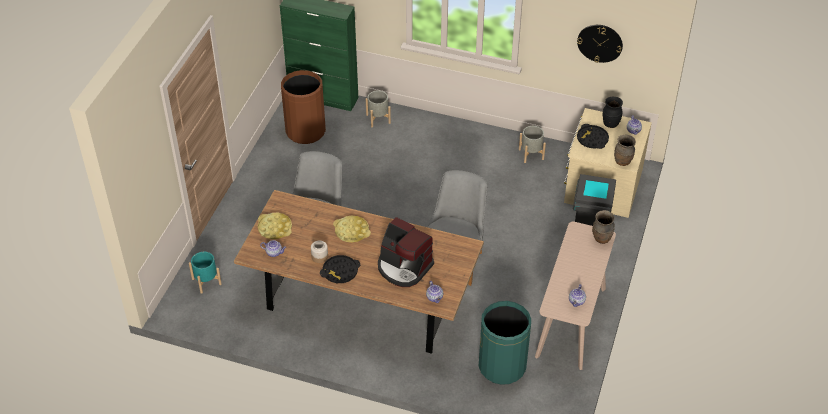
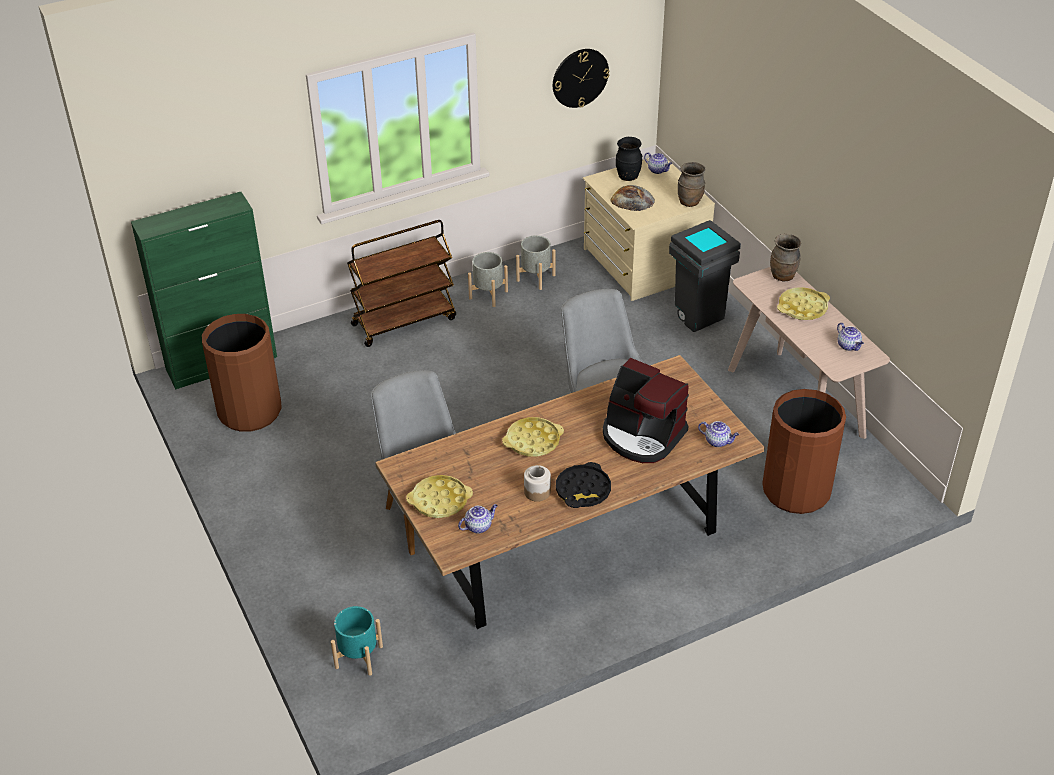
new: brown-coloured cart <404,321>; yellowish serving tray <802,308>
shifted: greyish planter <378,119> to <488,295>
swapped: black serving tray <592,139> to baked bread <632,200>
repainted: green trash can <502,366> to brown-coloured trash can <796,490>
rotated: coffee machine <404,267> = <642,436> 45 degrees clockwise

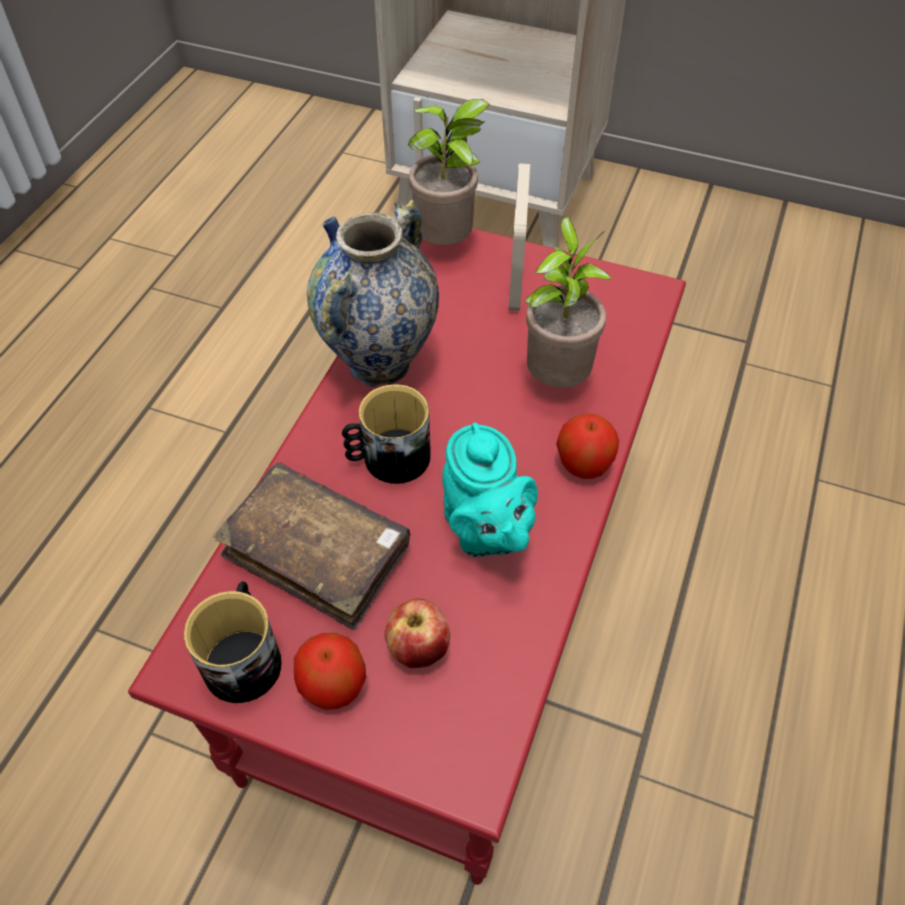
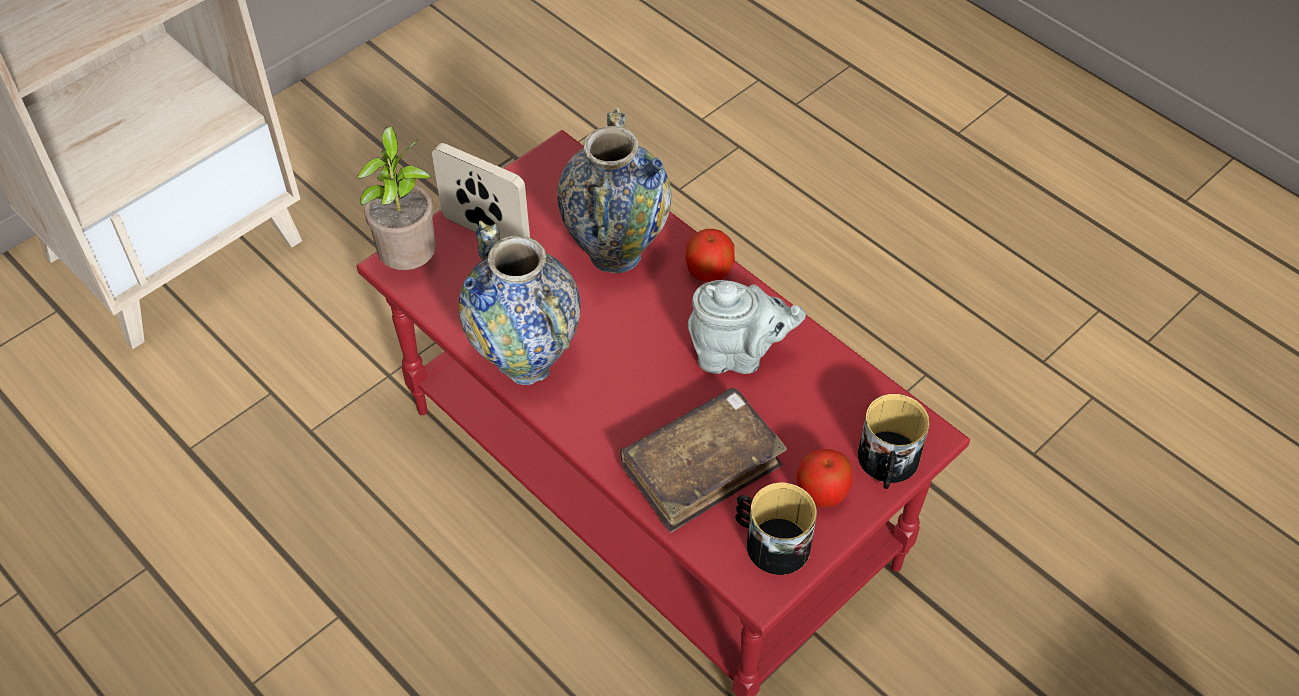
gone: apple fruit <419,649>
shifted: mug <388,458> to <887,463>
swapped: houseplant <557,378> to flower vase <615,252>
repainted: turquoise pot for tea <485,532> to greyish pot for tea <737,355>

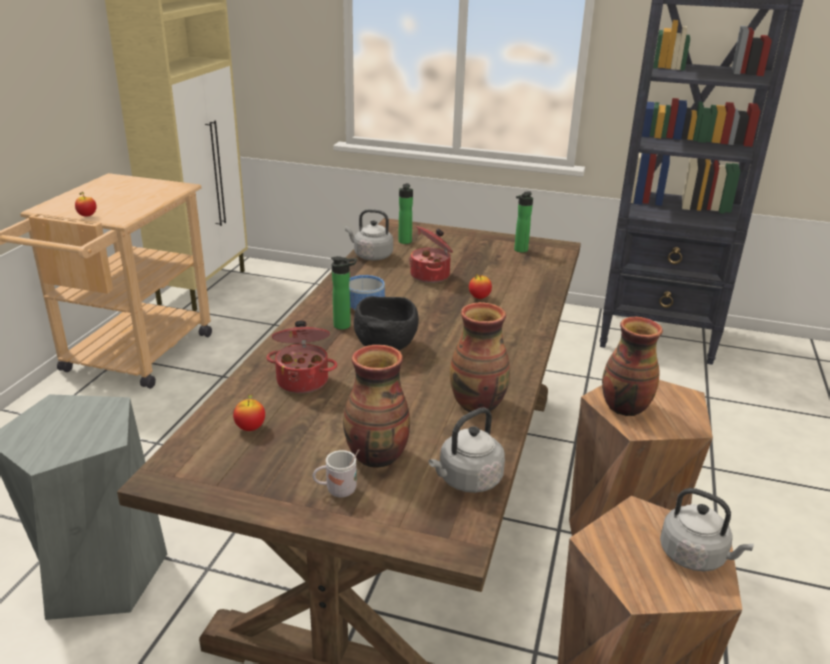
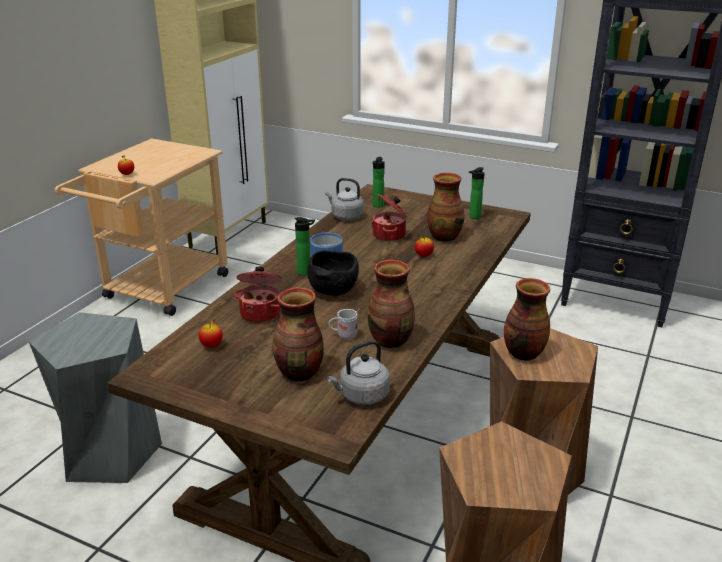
gone: greyish tea kettle <695,556>
new: flower vase <444,237>
shifted: whitish mug <336,490> to <344,336>

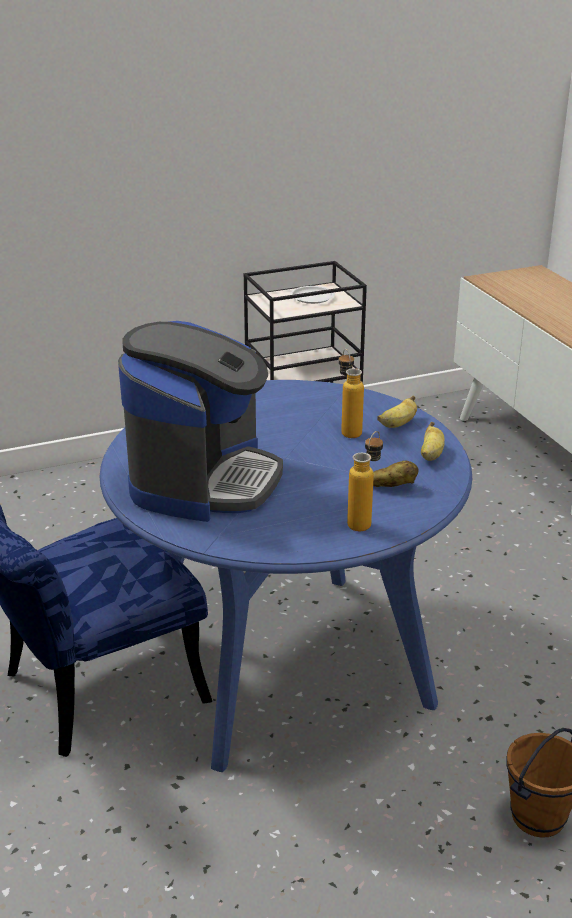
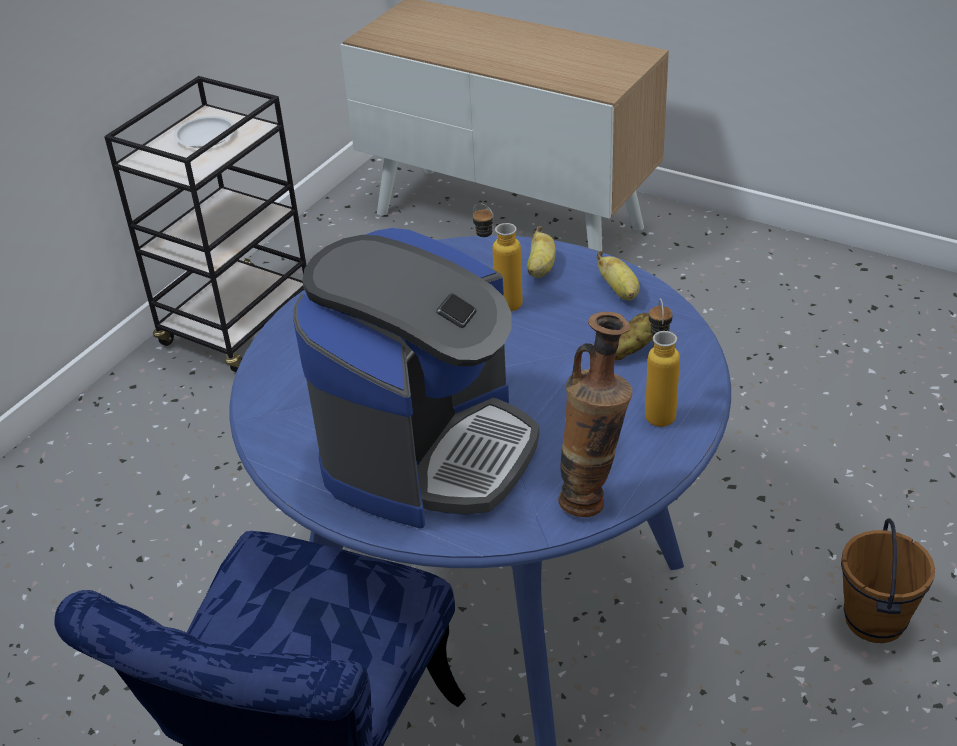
new: flower vase <592,497>
rotated: coffee machine <204,481> = <427,451> 45 degrees clockwise

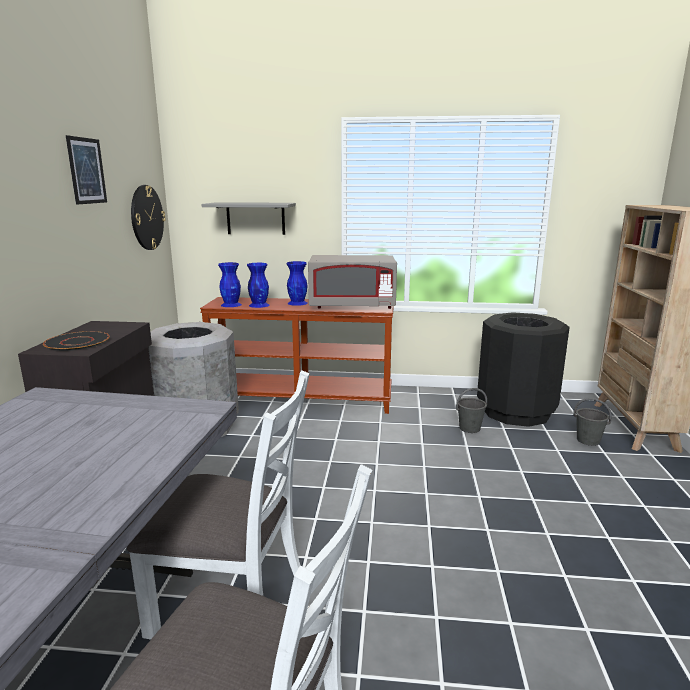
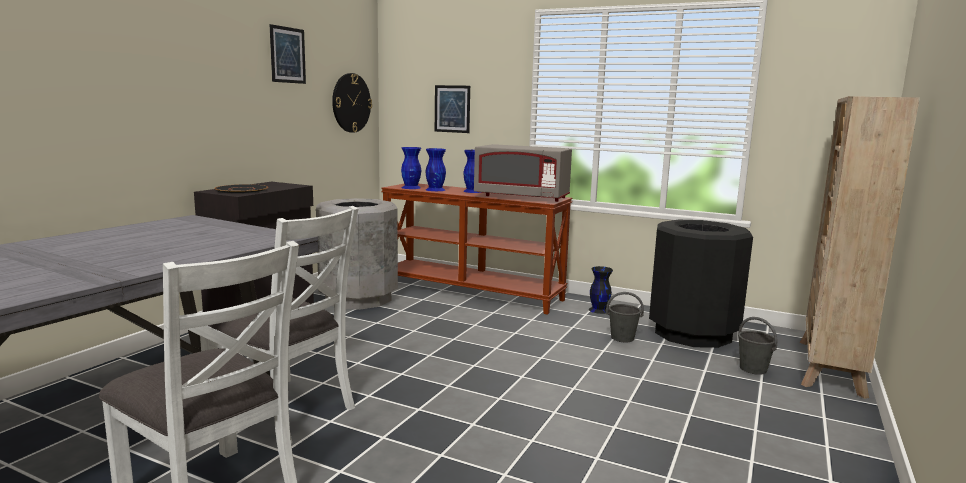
new: black flower vase <598,310>
swapped: greyish bracket shelf <255,218> to picture <452,109>

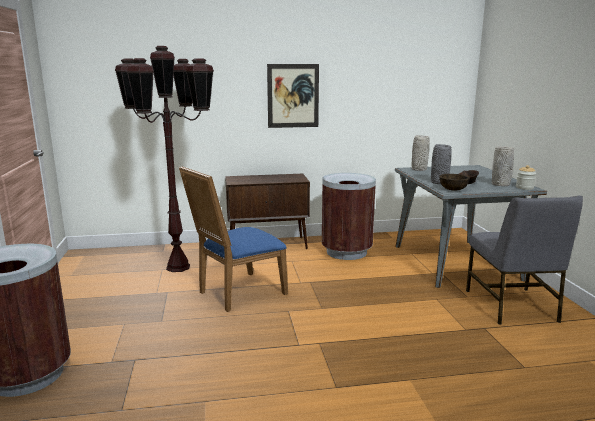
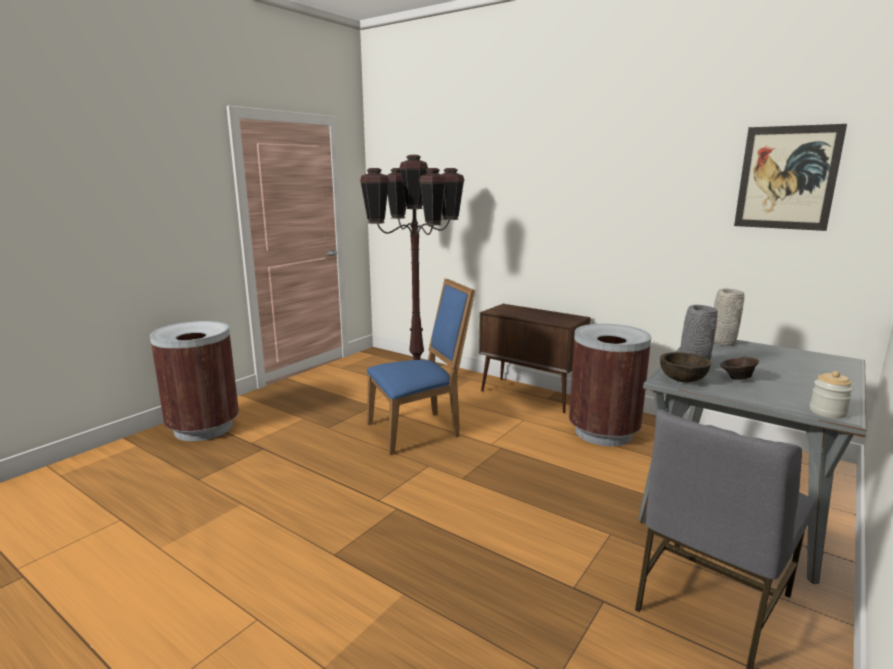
gone: greyish flower vase <501,185>
shifted: picture <293,96> to <787,178>
rotated: blue upright chair <237,293> = <418,430> 150 degrees clockwise

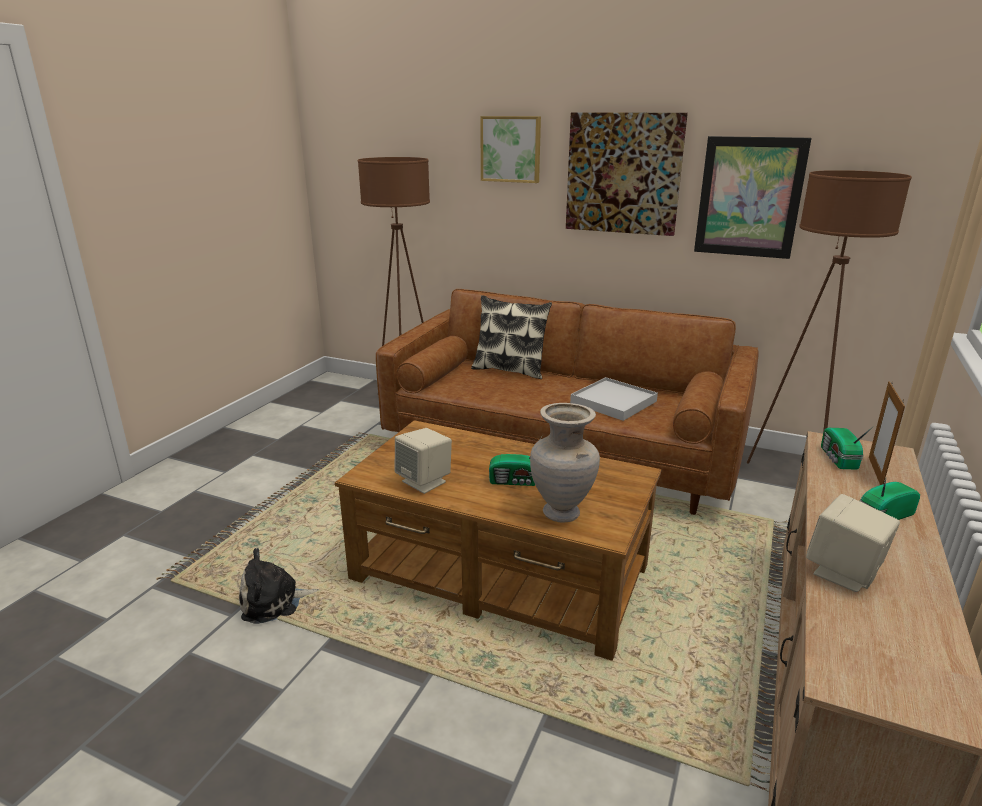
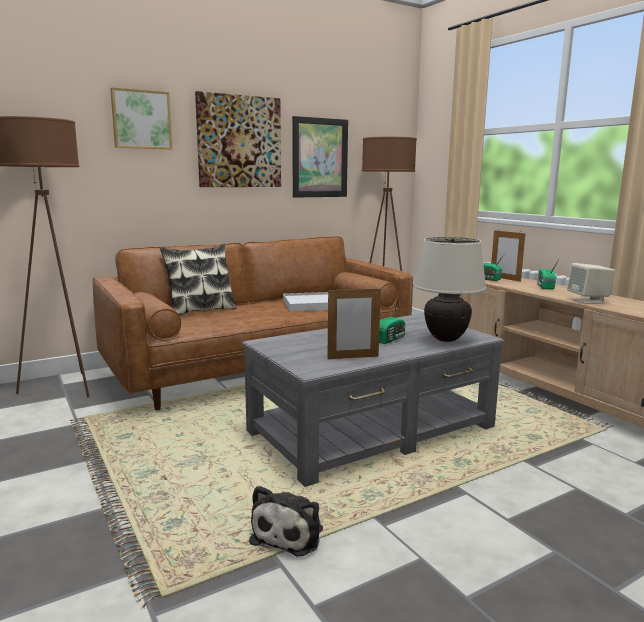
swapped: sand-coloured audio speaker <424,481> to picture frame <353,357>; sand-coloured flower vase <562,513> to sand-coloured tabletop lamp <446,339>
repainted: brown-coloured lounge table <500,574> to greyish lounge table <373,430>

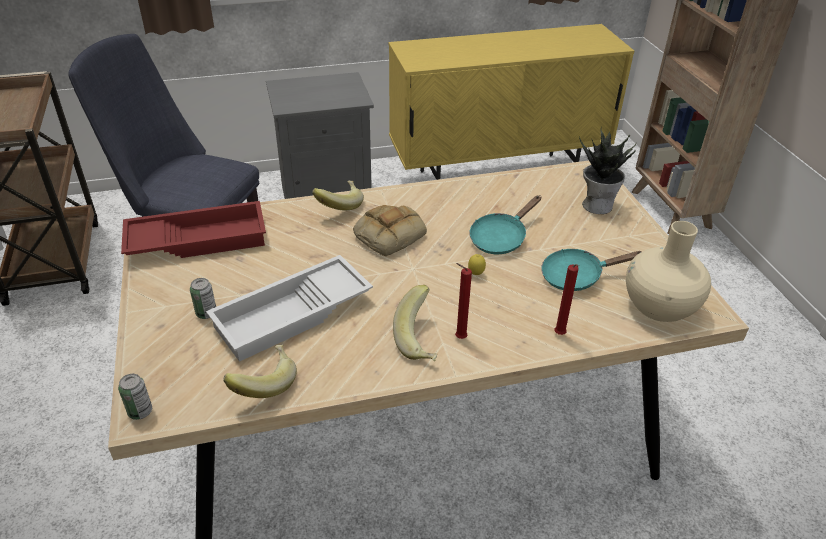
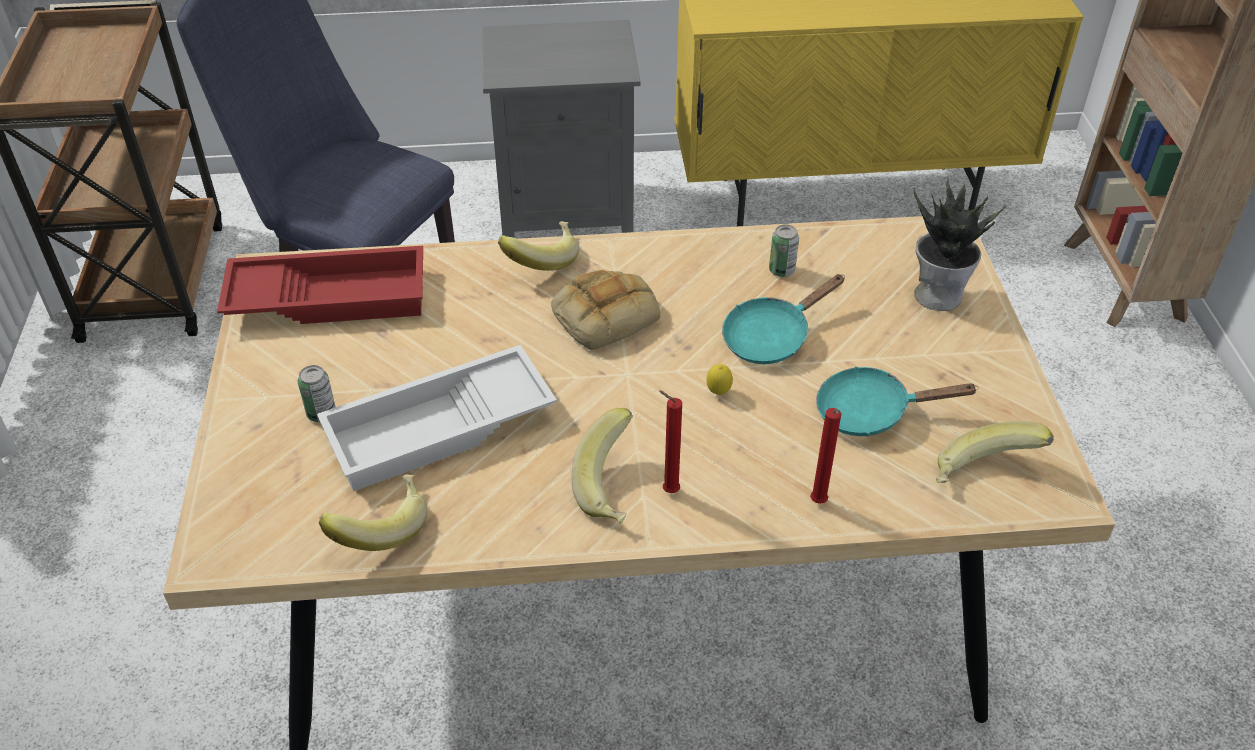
shifted: can <140,411> to <781,270>
swapped: sand-coloured flower vase <659,307> to banana <983,475>

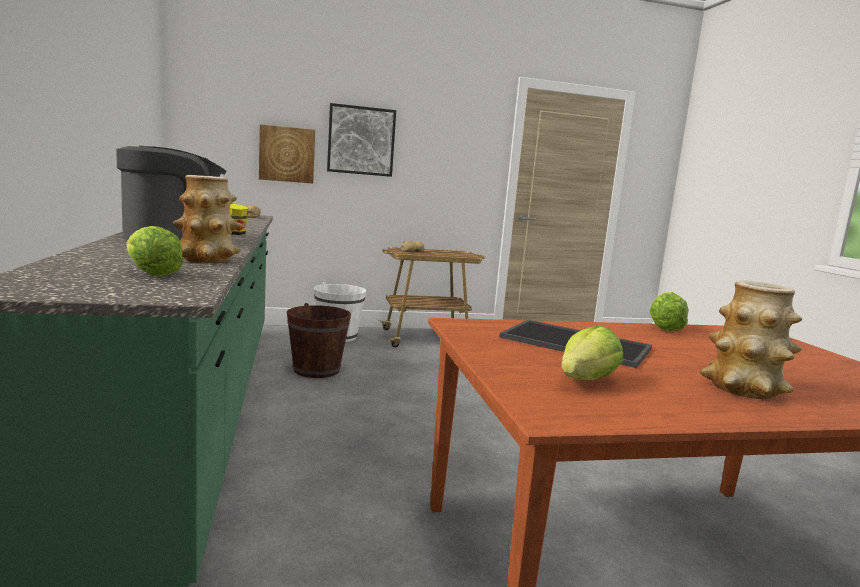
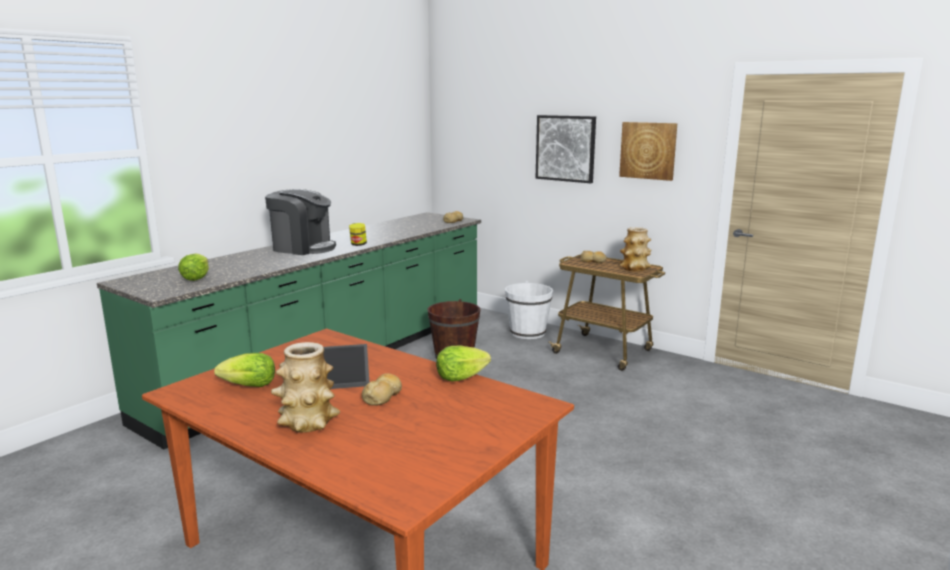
new: baked bread <383,396>
shifted: flower vase <207,259> to <634,269>; picture <287,154> to <648,150>

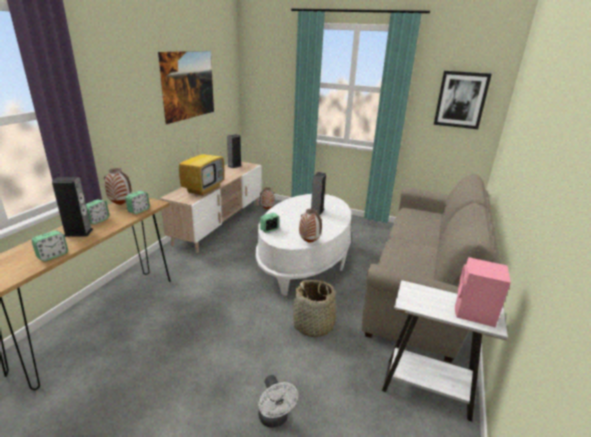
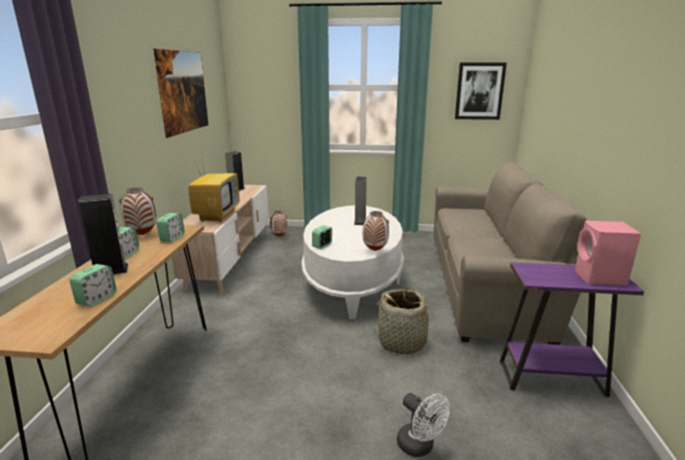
repainted: whitish end table <426,389> to purple-coloured end table <551,378>

